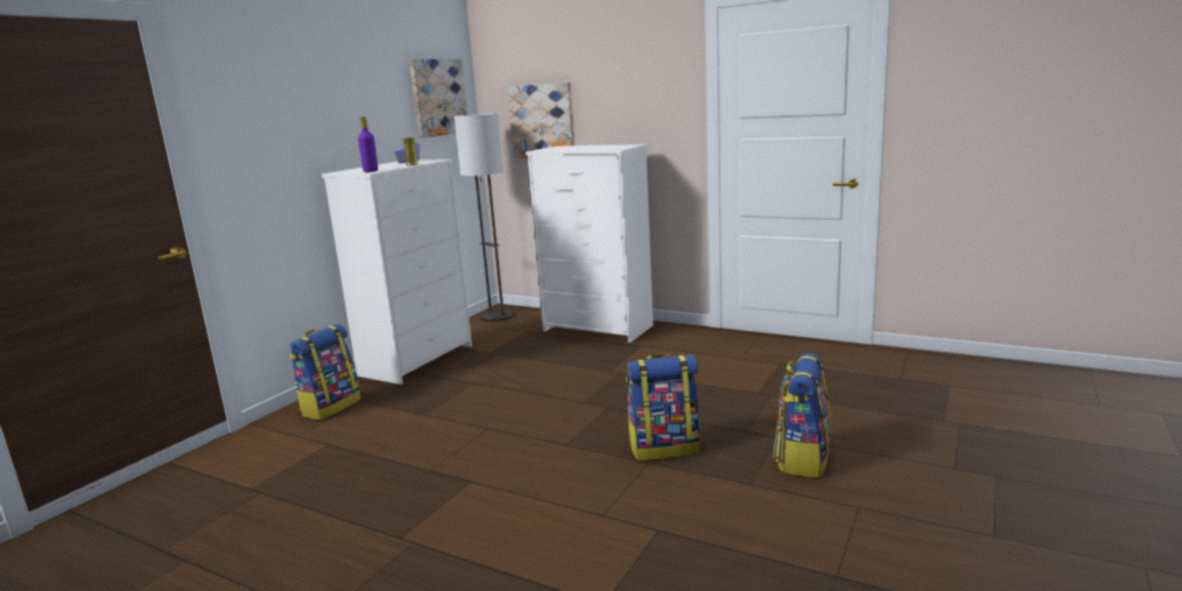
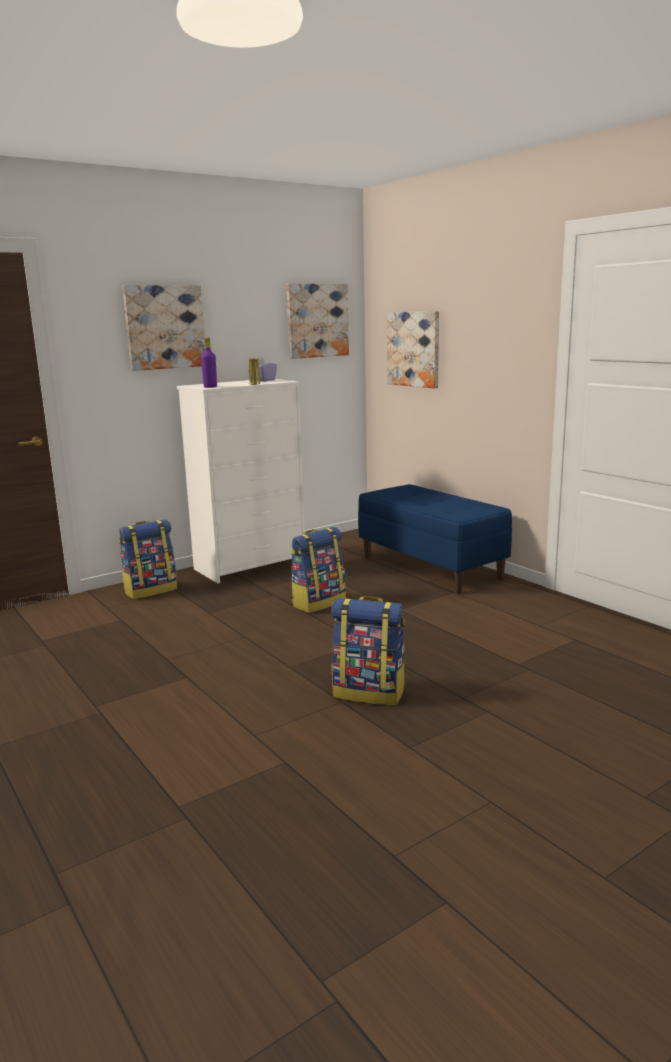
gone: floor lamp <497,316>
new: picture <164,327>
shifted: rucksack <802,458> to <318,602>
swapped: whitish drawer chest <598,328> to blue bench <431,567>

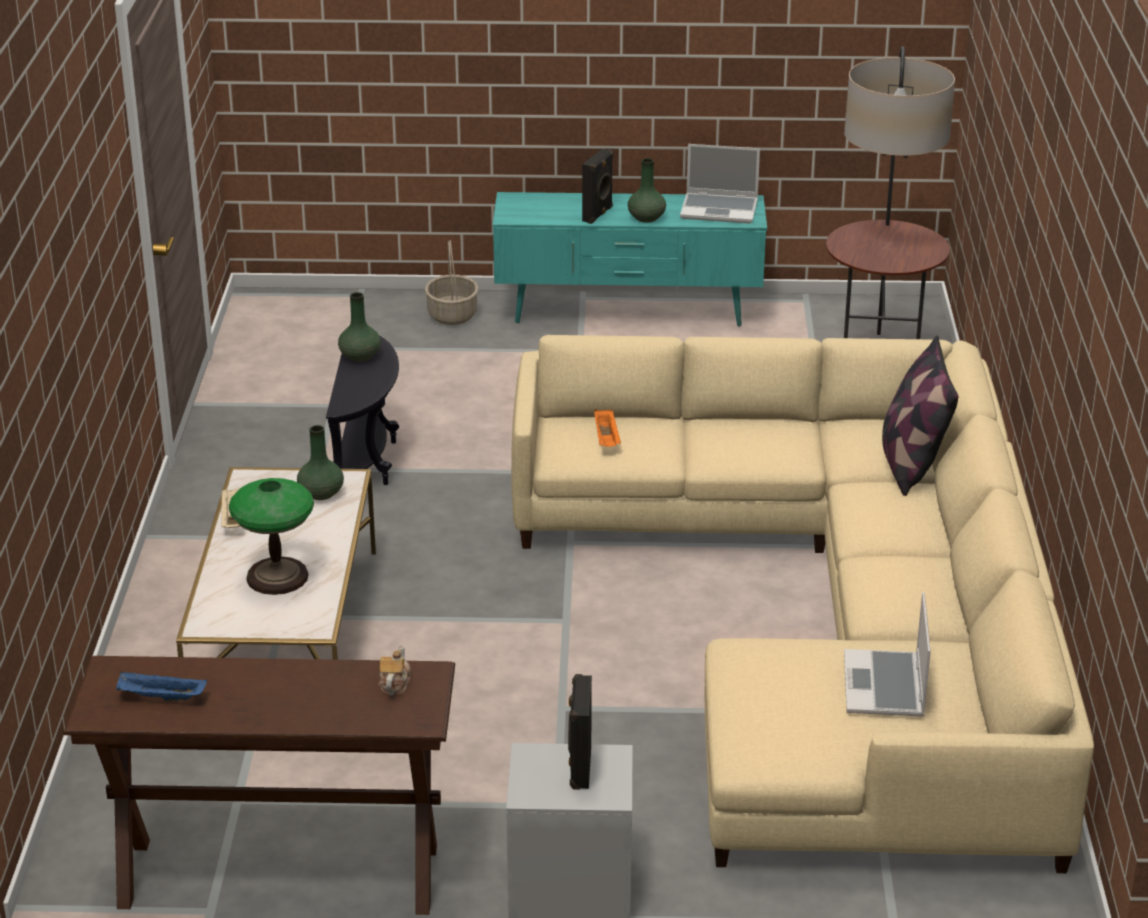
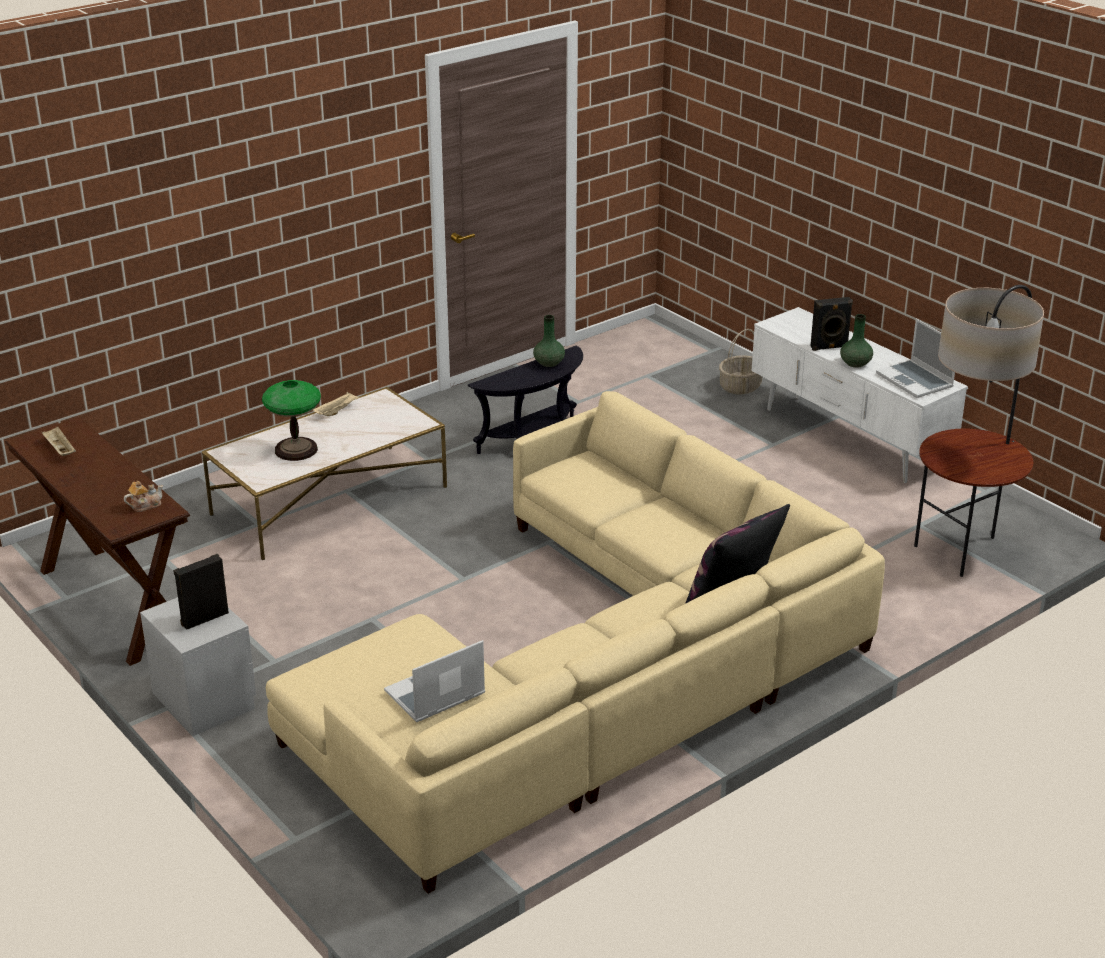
gone: green flower vase <321,494>; orangey serving tray <607,439>
repainted: blue serving tray <160,698> to sand-coloured serving tray <60,450>; turquoise tv unit <628,313> to whitish tv unit <848,439>

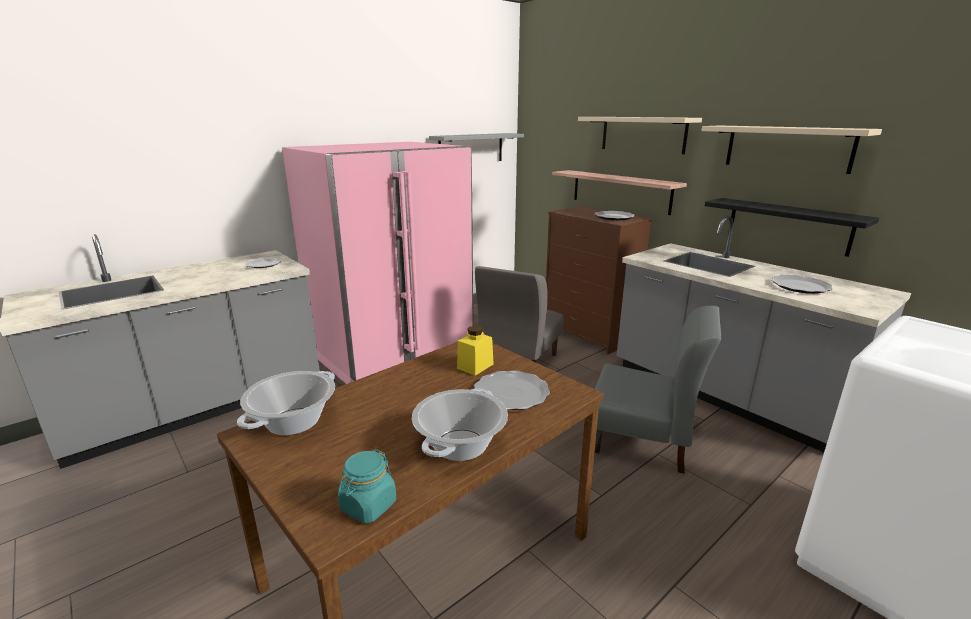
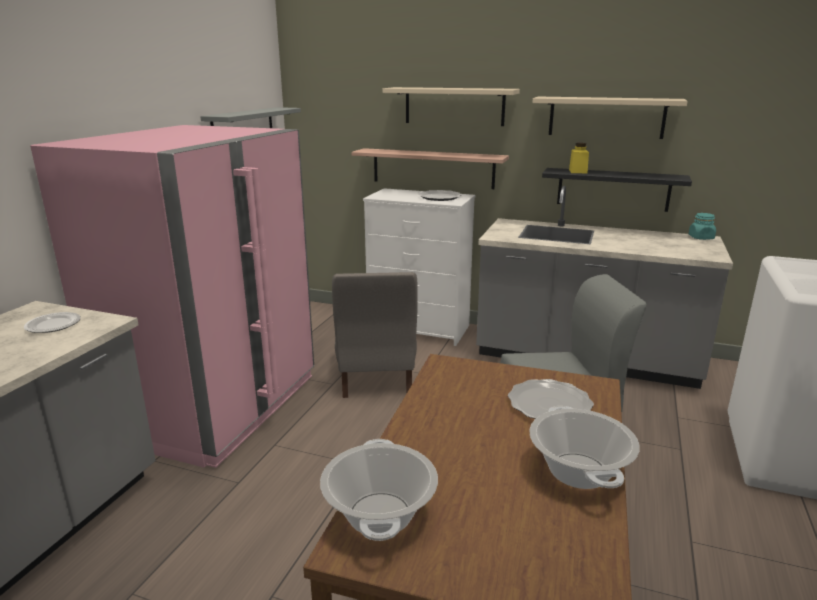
gone: flat dish <800,286>
shifted: turquoise jar <368,506> to <701,238>; yellowish jar <475,366> to <578,171>
repainted: brown-coloured drawer chest <589,334> to whitish drawer chest <420,329>

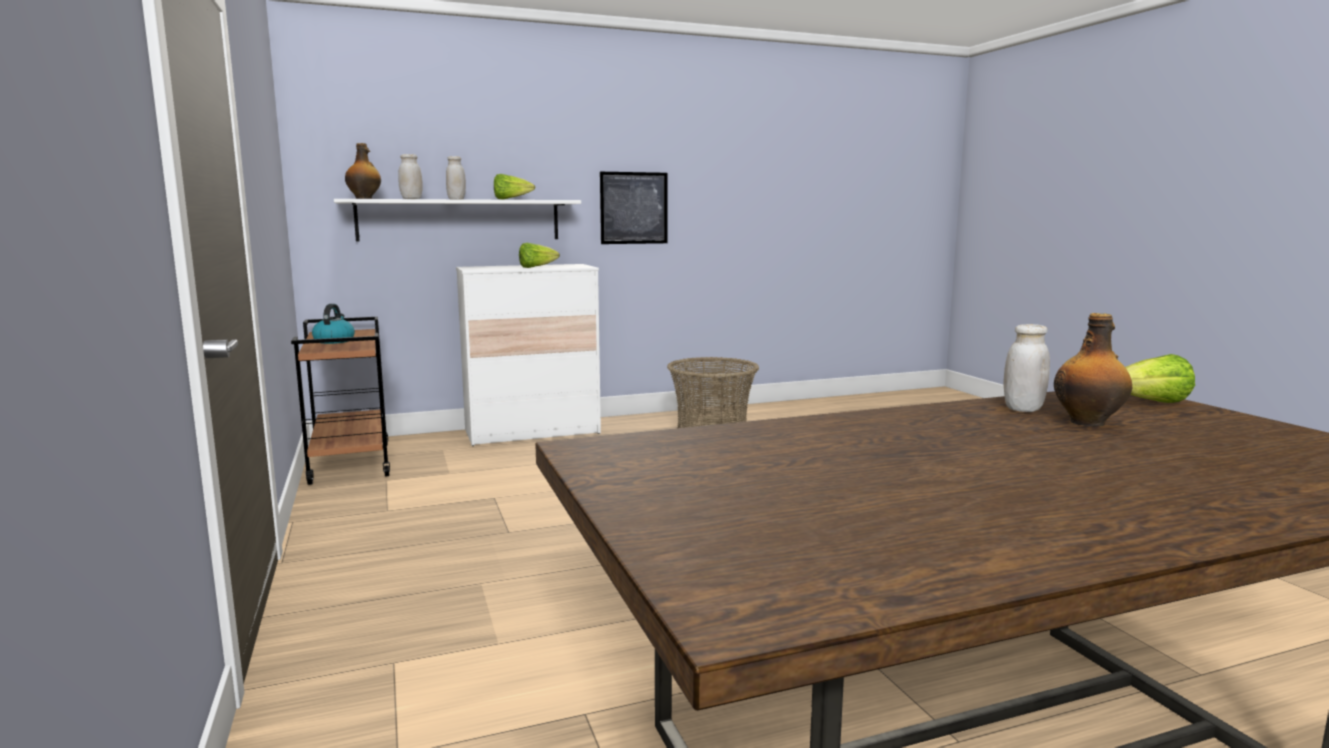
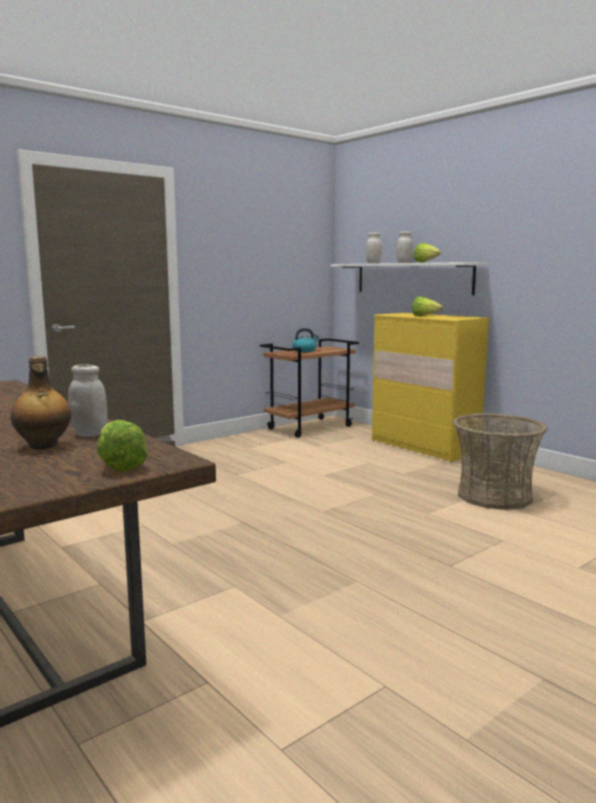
gone: bottle <364,198>; picture <634,208>
repainted: whitish drawer chest <532,432> to yellowish drawer chest <424,447>

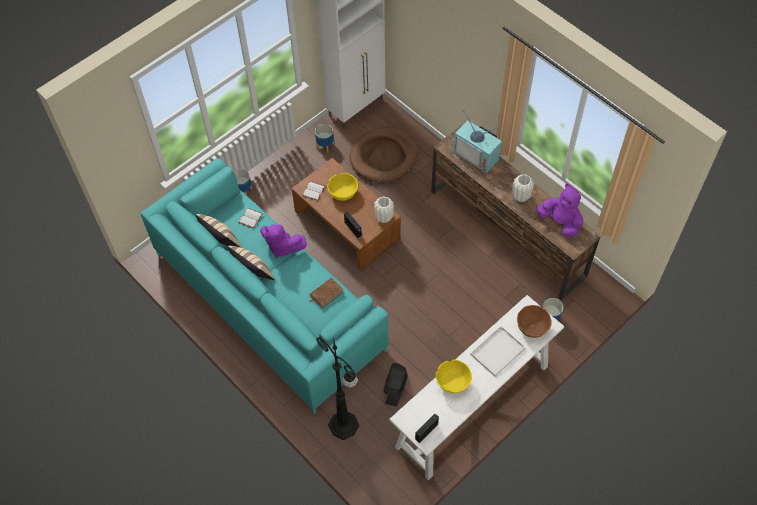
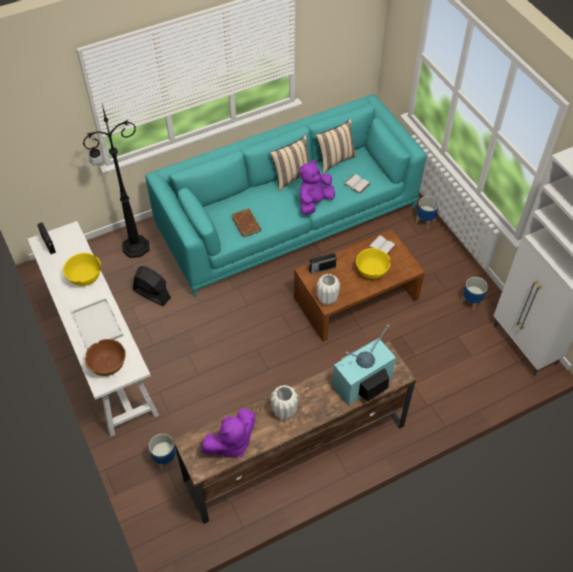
gone: brown-coloured pet bed <384,157>

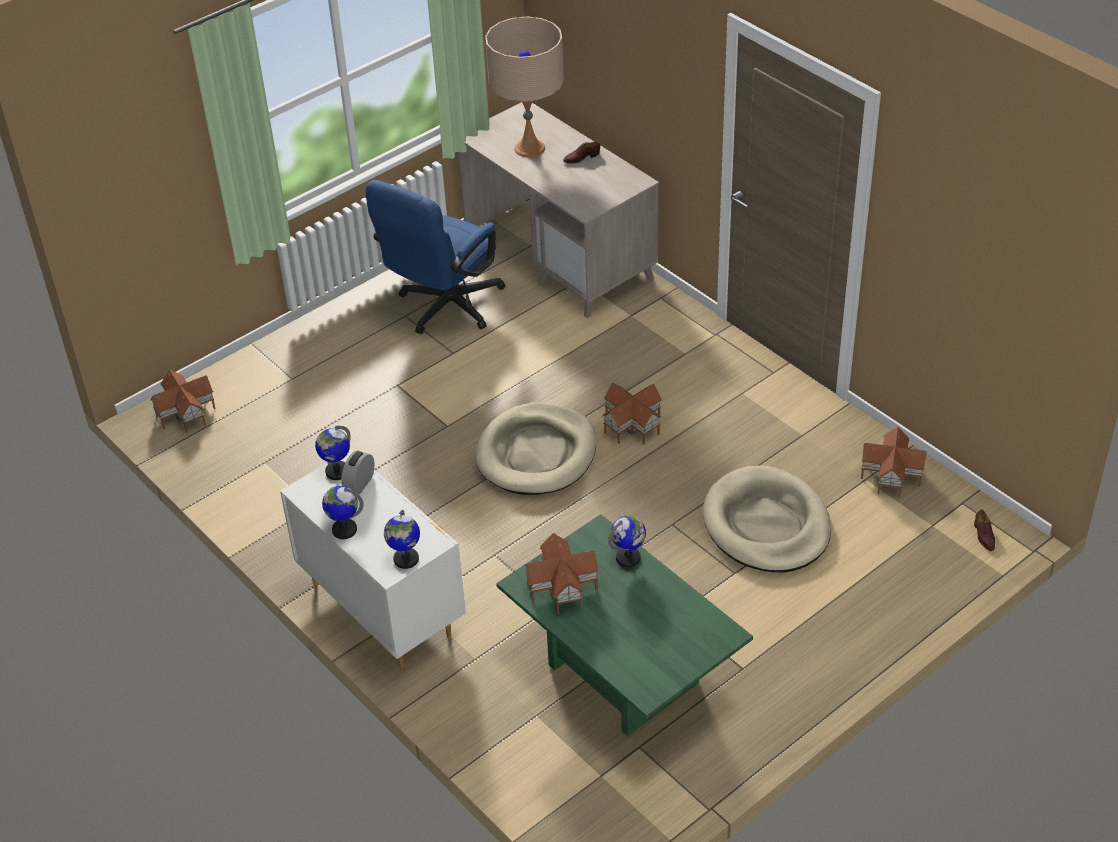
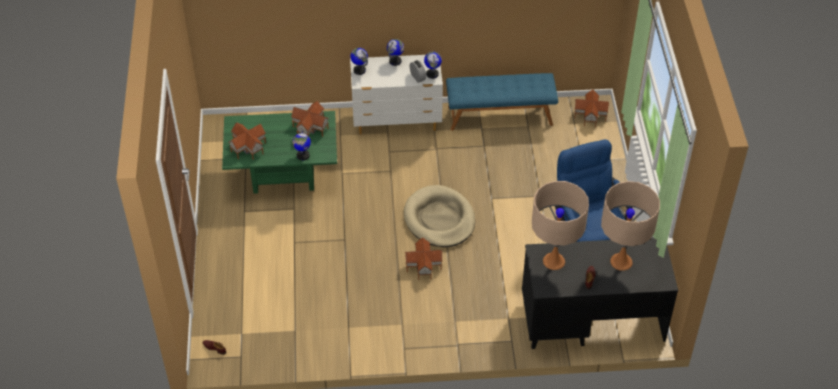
gone: sand-coloured pet bed <766,525>
new: blue bench <500,115>; sand-coloured tabletop lamp <554,261>
shifted: miniature house <892,474> to <248,148>
repainted: sand-coloured desk <560,256> to black desk <591,320>

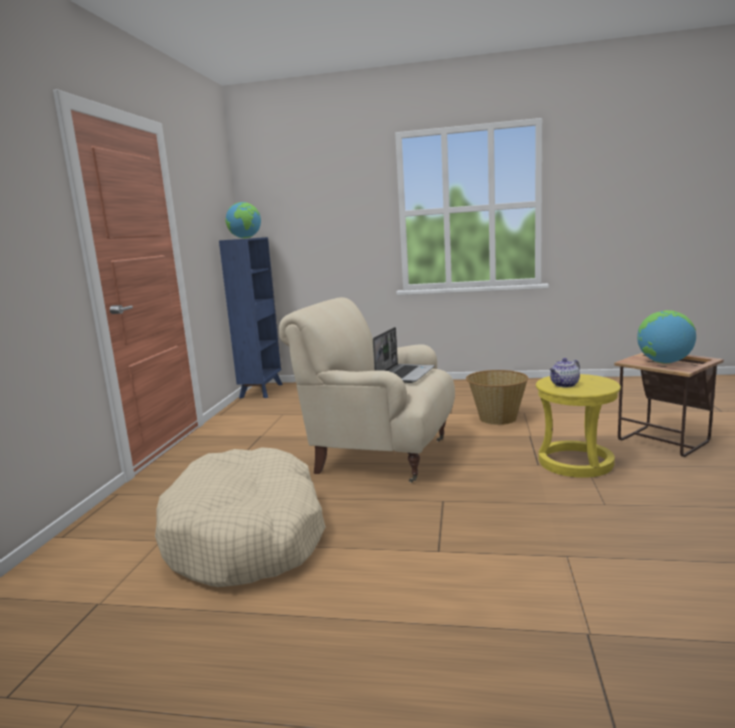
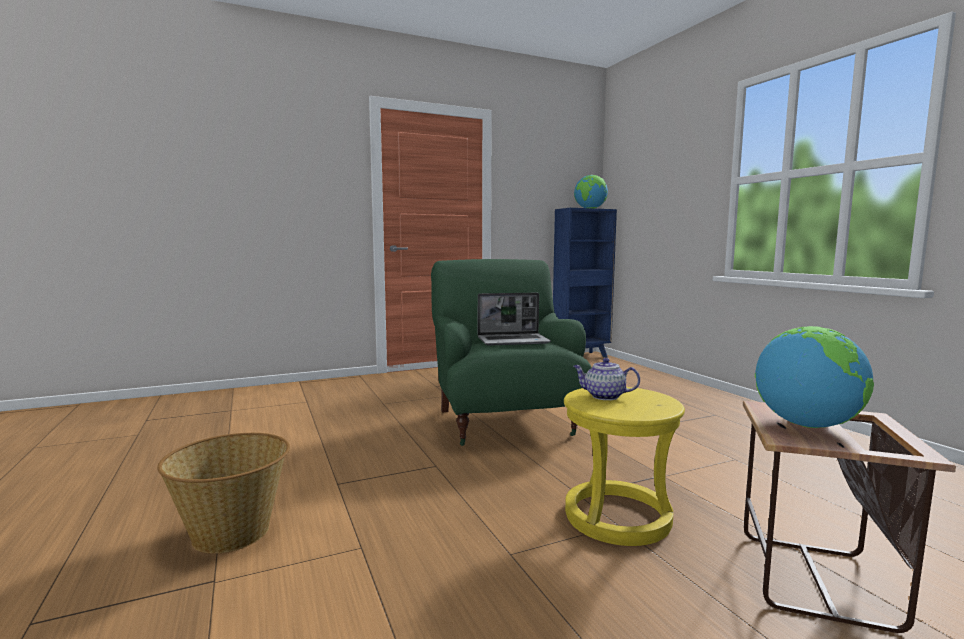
gone: sand-coloured pet bed <247,536>
shifted: storage basket <497,418> to <232,532>
repainted: sand-coloured armchair <379,455> to green armchair <504,422>

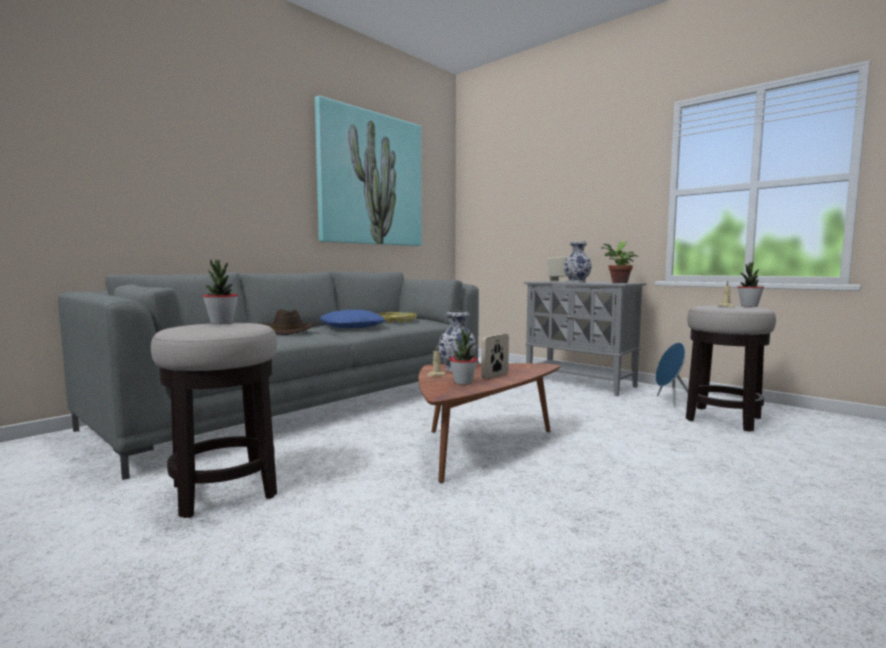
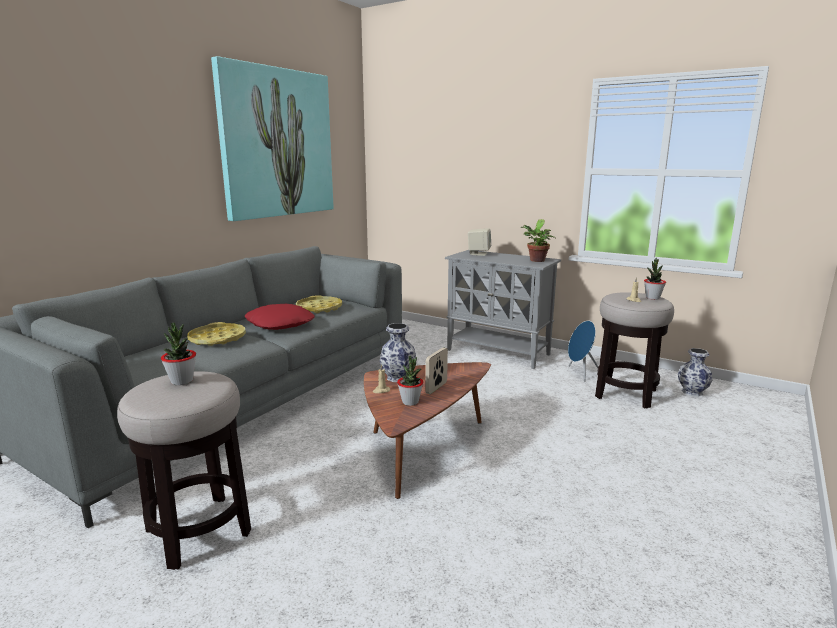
shifted: flower vase <577,282> to <692,392>
swapped: brown-coloured wearable hat <288,331> to yellowish serving tray <217,339>
repainted: blue cushion <352,327> to red cushion <280,324>

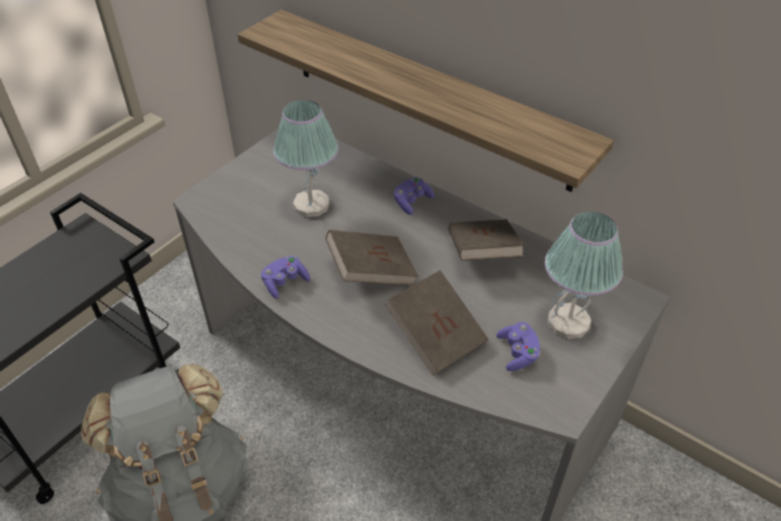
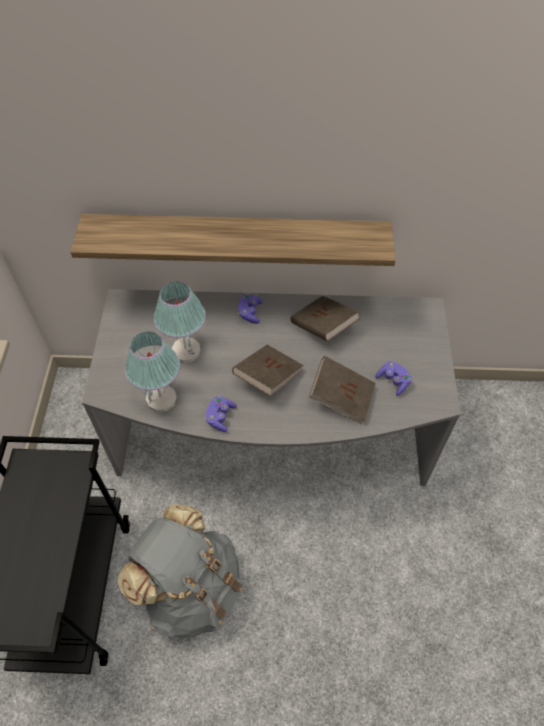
shifted: tabletop lamp <568,322> to <161,399>

